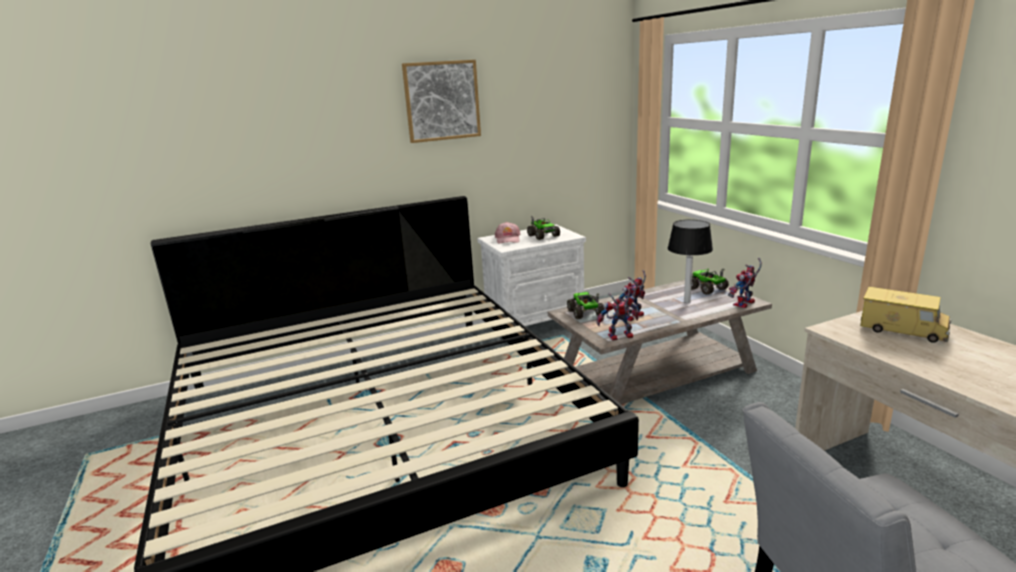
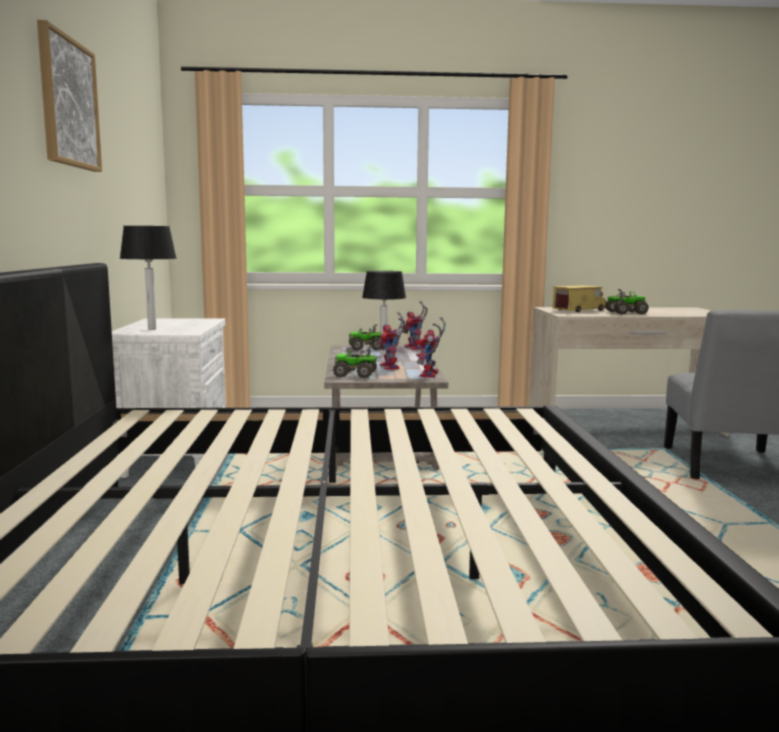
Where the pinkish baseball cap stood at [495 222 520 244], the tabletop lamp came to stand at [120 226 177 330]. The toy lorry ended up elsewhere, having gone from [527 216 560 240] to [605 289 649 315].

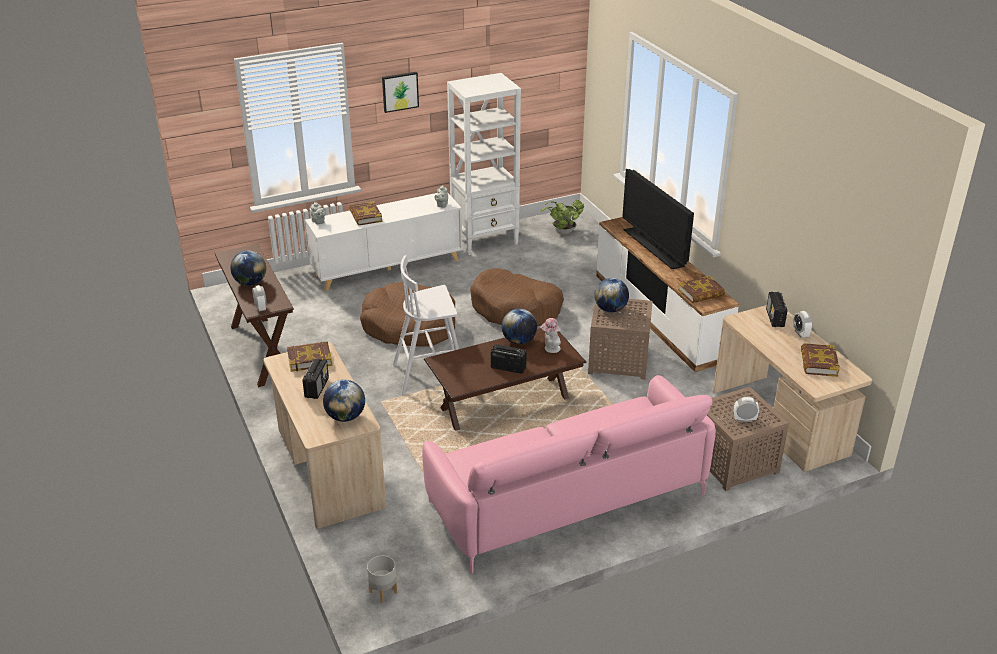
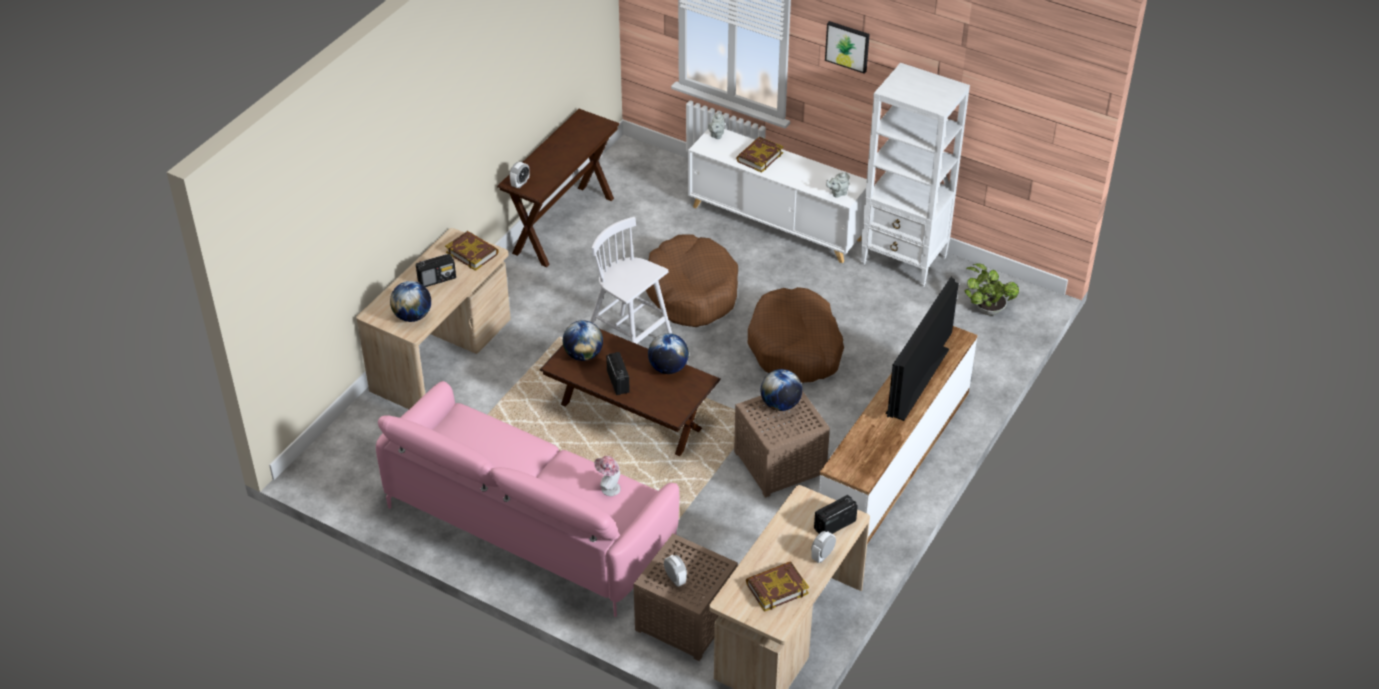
The world globe ended up elsewhere, having gone from [230 251 266 286] to [563 320 603 361]. The second view lost the gray flower pot at [367 555 397 603]. The clothing hat ended up elsewhere, having gone from [541 318 561 353] to [594 456 621 496]. The second view lost the bound book at [678 276 725 303].

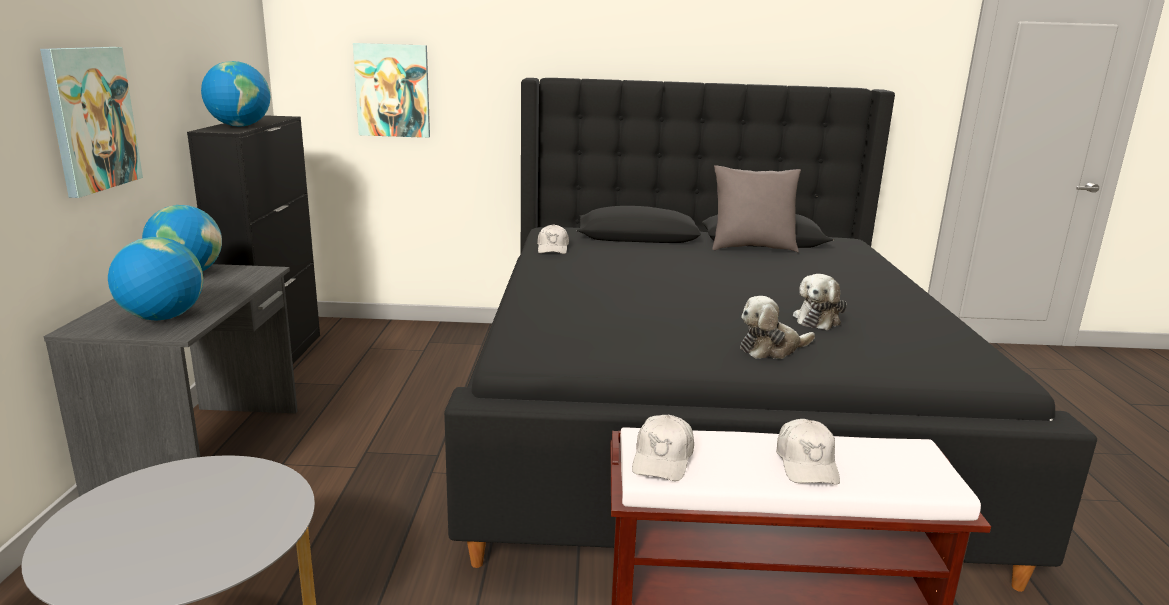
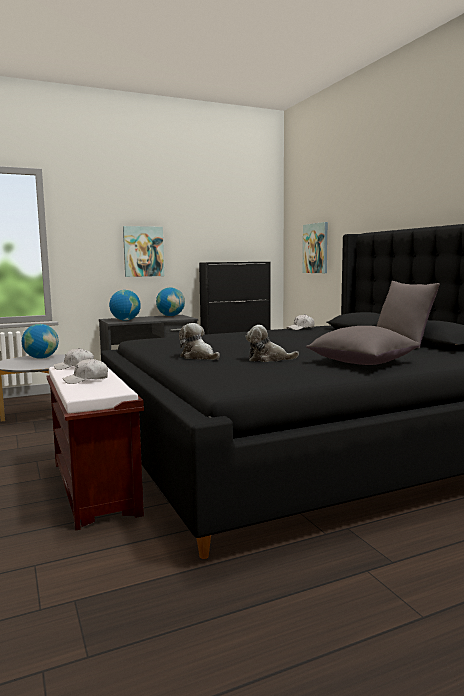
The world globe ended up elsewhere, having gone from [201 61 271 127] to [22 324 59 359]. The second view gained the gray cushion at [306 326 420 365].

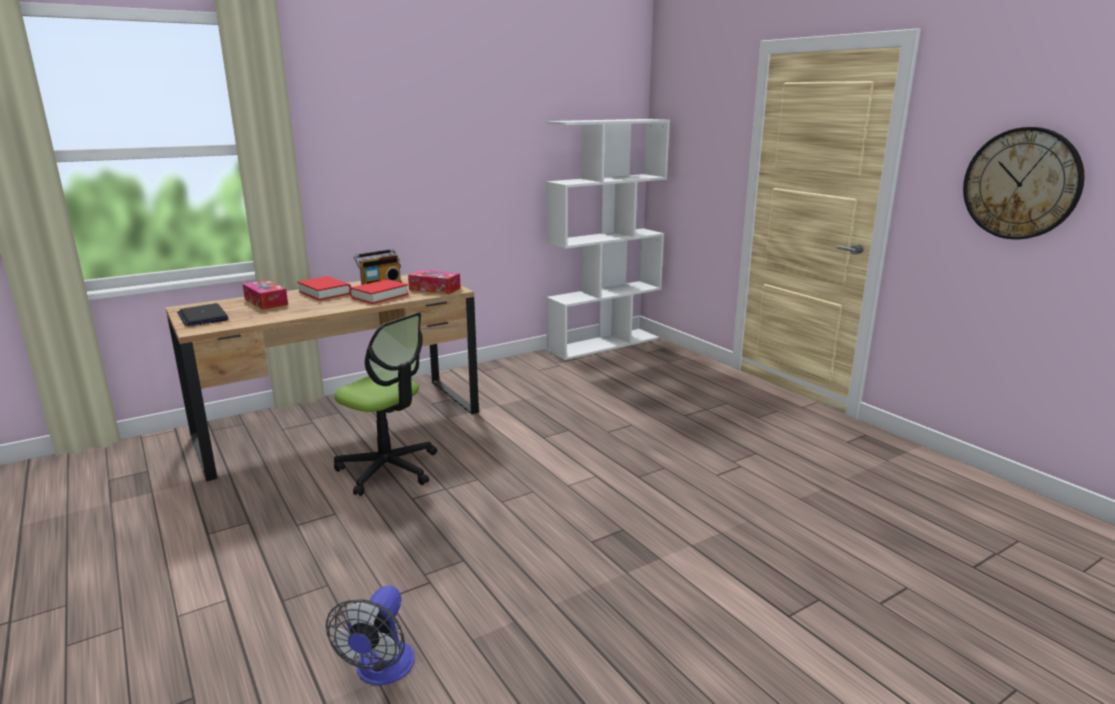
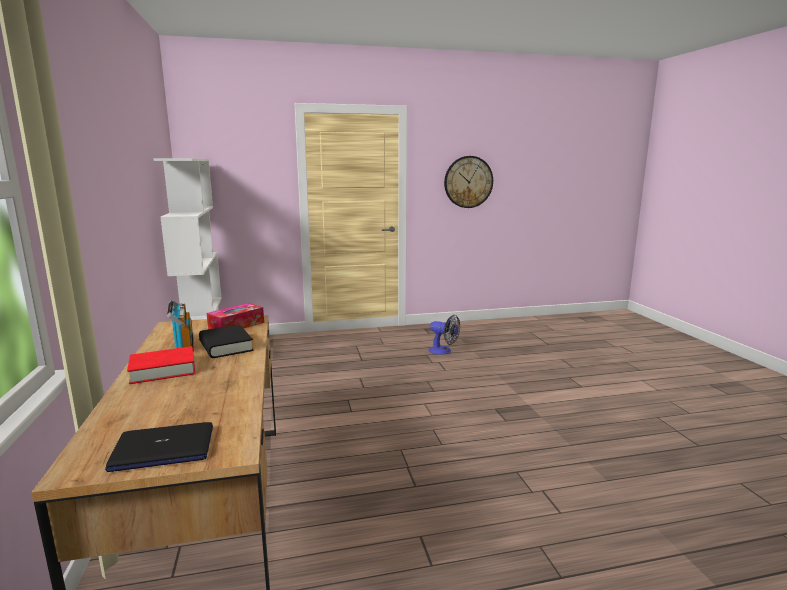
The second view lost the tissue box at [243 280 288 310]. The cooling fan ended up elsewhere, having gone from [326 585 415 685] to [429 315 460 355]. The second view lost the desk chair at [334 312 437 496]. What was the red-coloured bound book at [350 279 409 304] turned into the black bound book at [199 325 254 358].

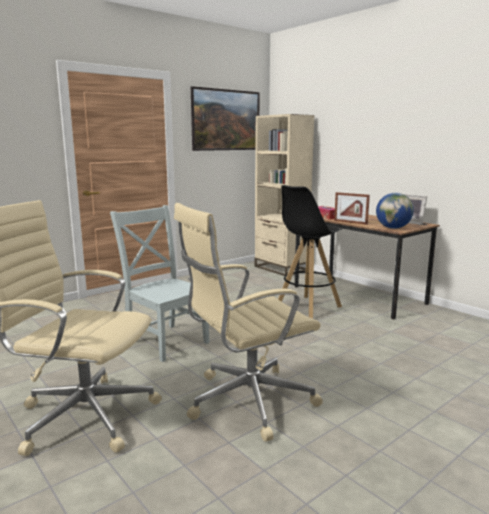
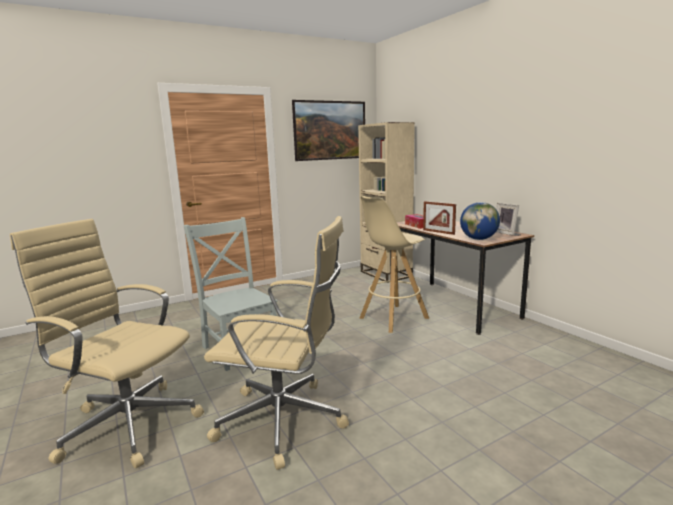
The sand-coloured desk chair at [174 203 323 442] ended up facing another way, 150 degrees counterclockwise from before. What was the black stool at [278 185 342 319] turned into the sand-coloured stool at [359 196 429 333].

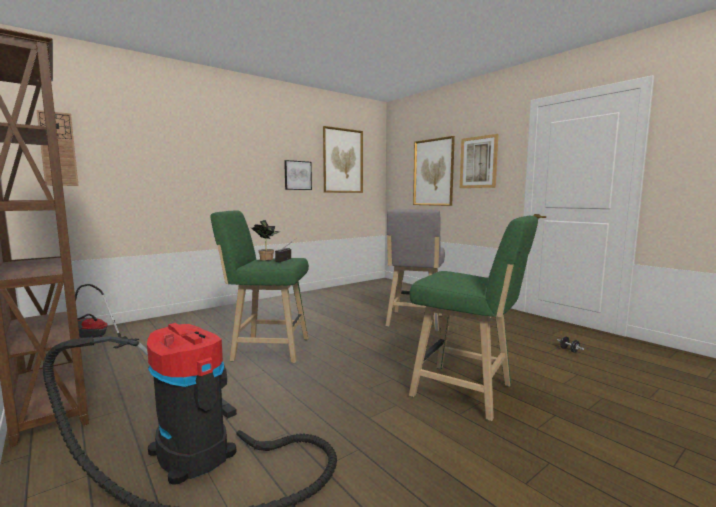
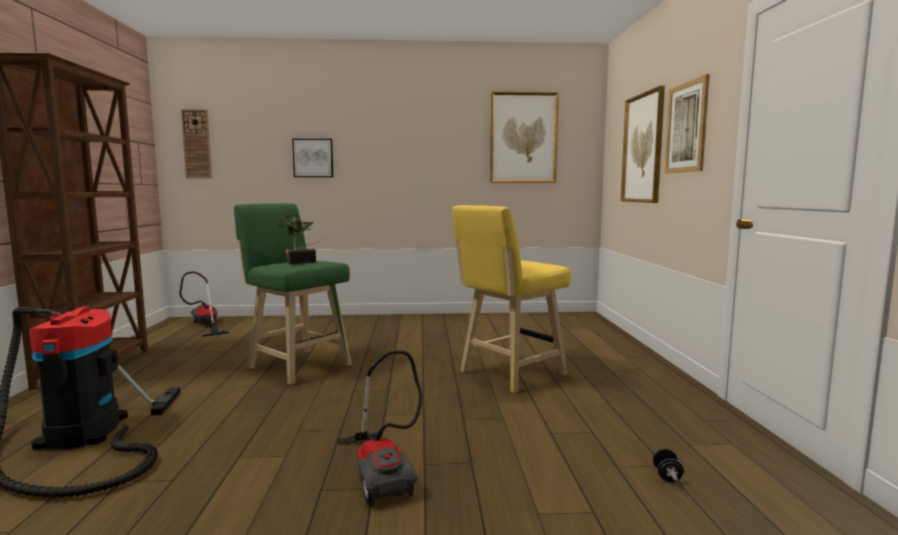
The wall picture ended up elsewhere, having gone from [284 160 312 190] to [292 139 333 177]. What was the gray stool at [385 209 445 331] turned into the yellow-coloured stool at [452 205 571 393]. Where the green stool stood at [409 216 538 421], the vacuum came to stand at [337 350 422 505].

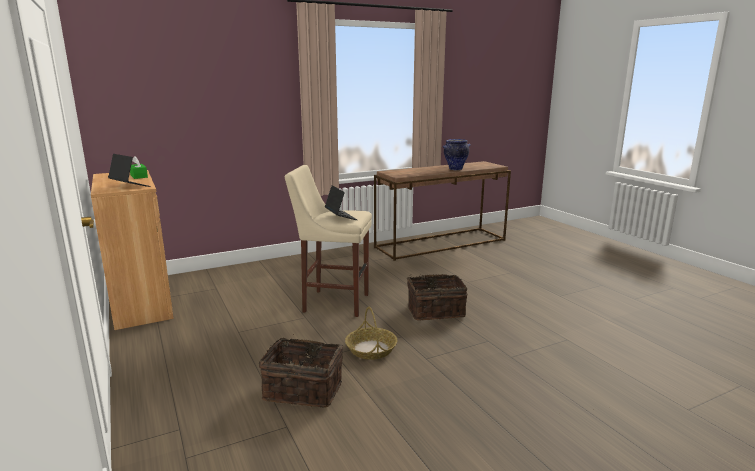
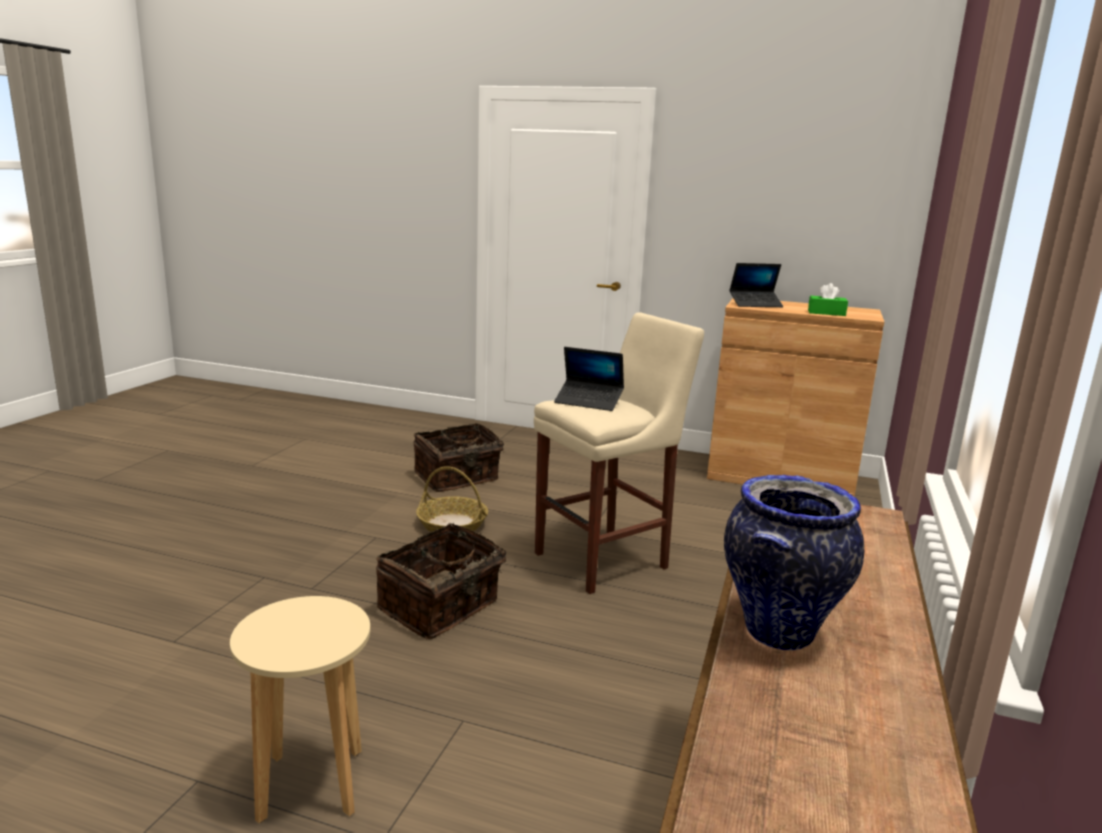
The second view gained the sand-coloured stool at [230 596 370 823].

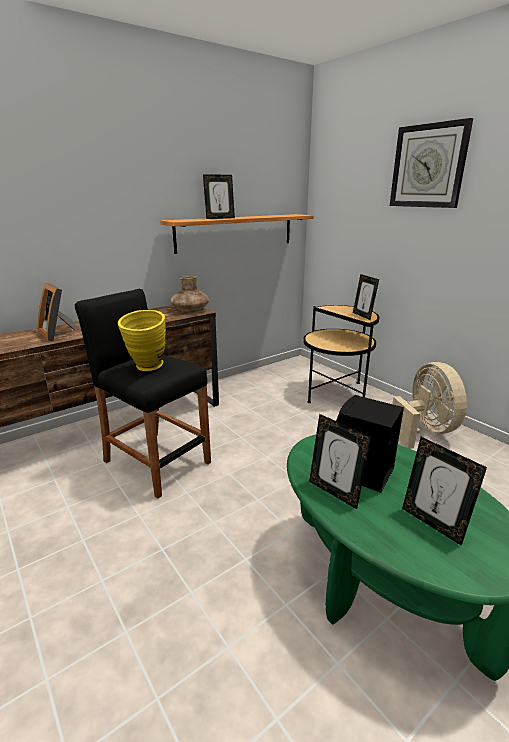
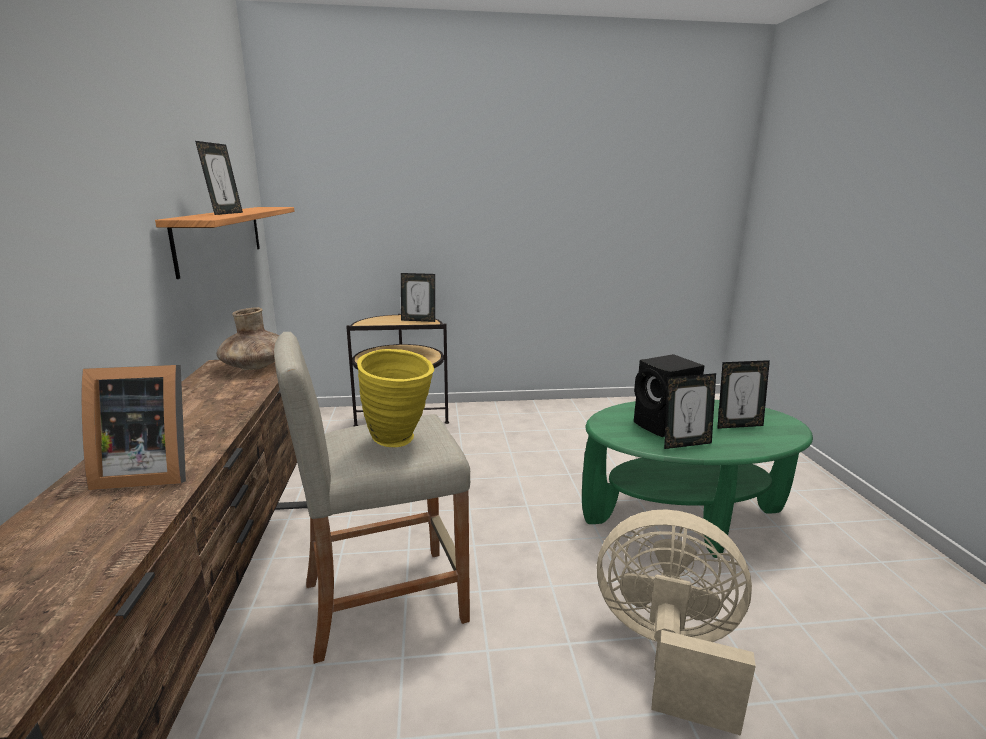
What was the black stool at [75 288 211 499] turned into the sand-coloured stool at [274 332 470 664]. The second view lost the wall clock at [390 118 473 208]. The sand-coloured cooling fan ended up elsewhere, having gone from [392 362 467 449] to [597 510 756 736].

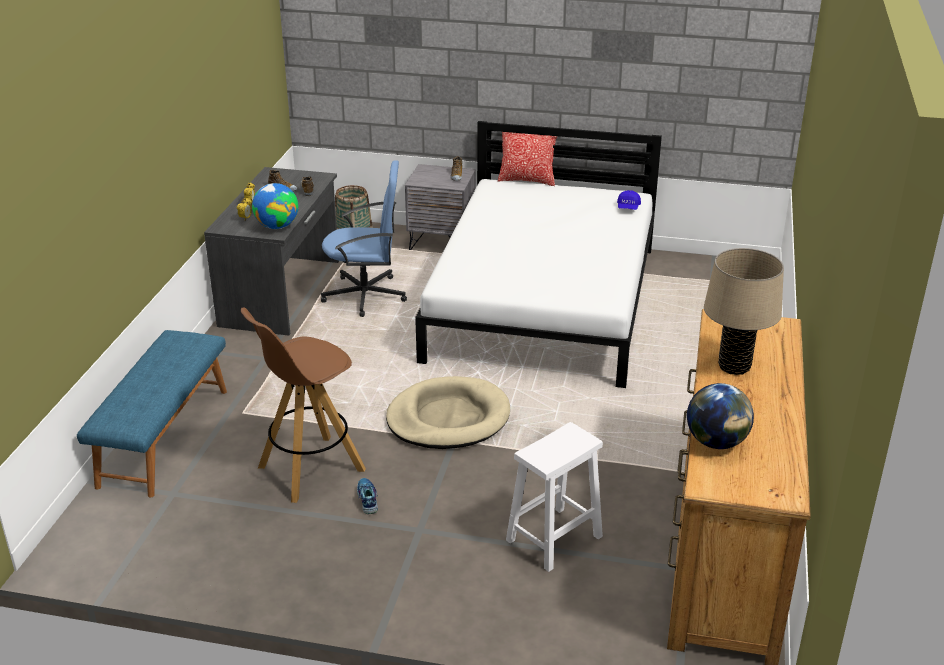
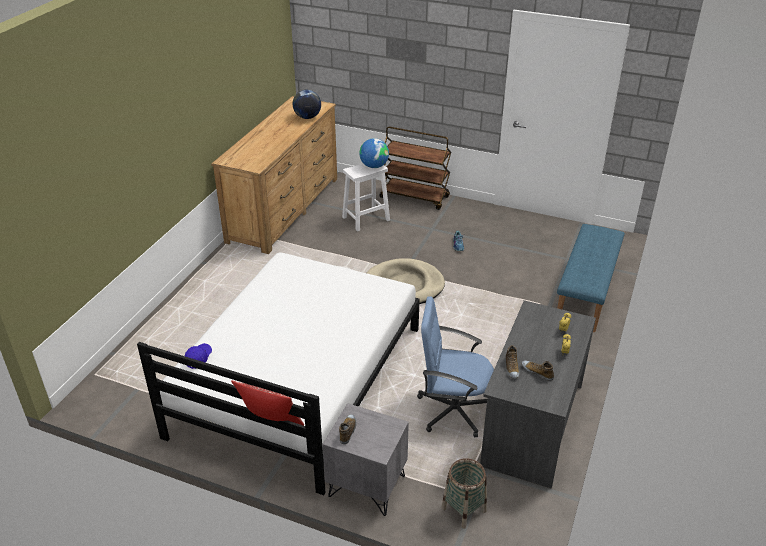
The second view lost the brown-coloured stool at [241 307 366 503]. The world globe ended up elsewhere, having gone from [252 183 298 229] to [359 138 389 168]. The second view lost the sand-coloured tabletop lamp at [704 248 784 375]. The second view gained the brown-coloured cart at [379 126 451 210].

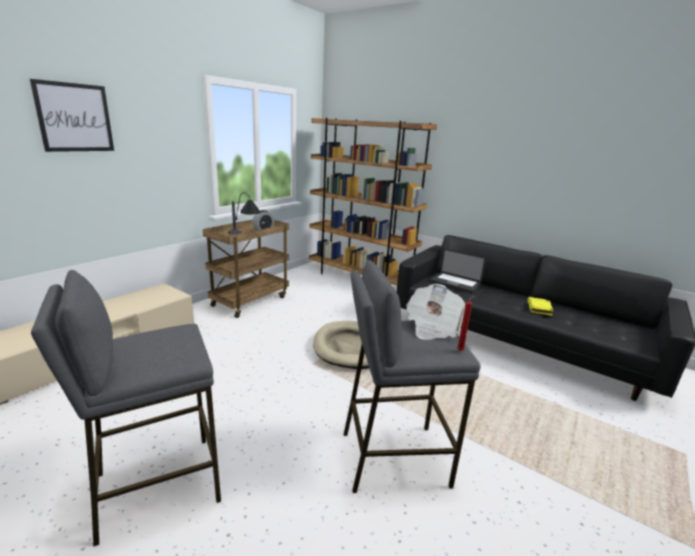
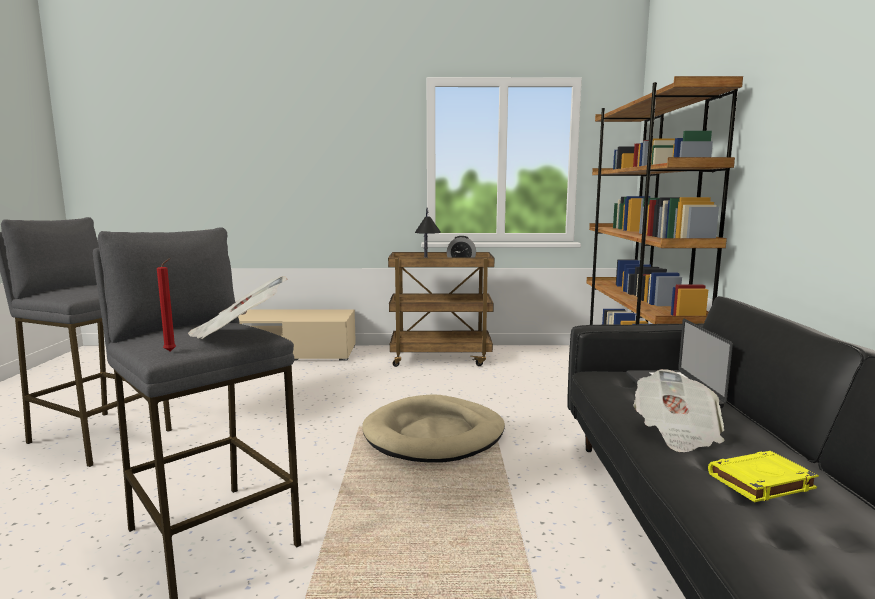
The second view lost the wall picture at [30 79 114 152]. The second view gained the newspaper at [633 369 724 452].

